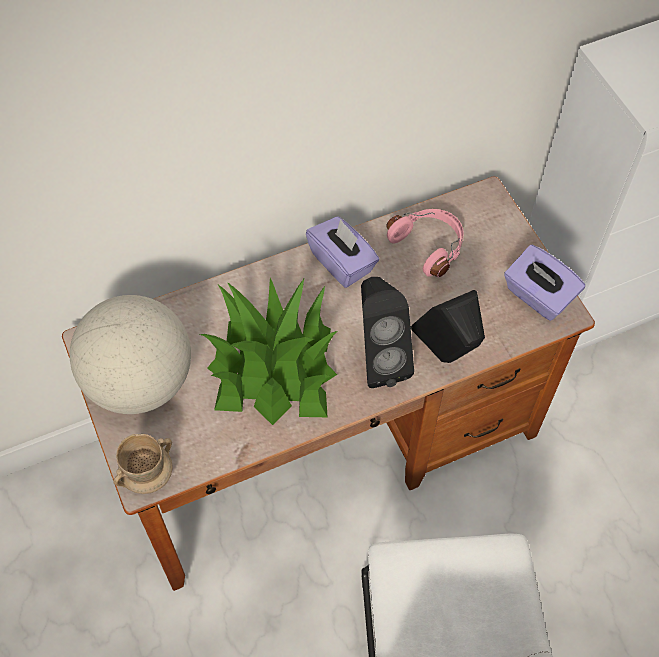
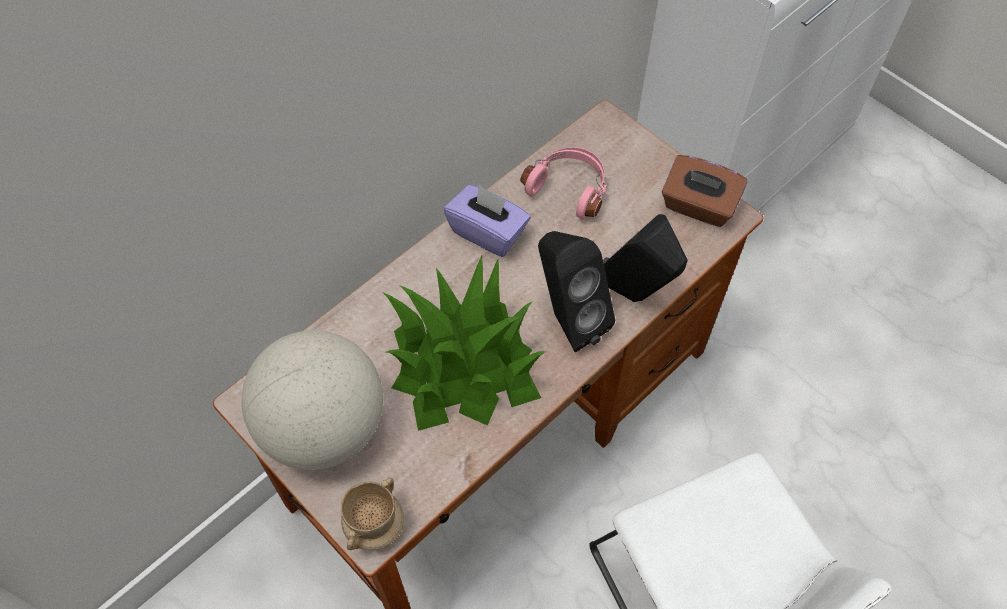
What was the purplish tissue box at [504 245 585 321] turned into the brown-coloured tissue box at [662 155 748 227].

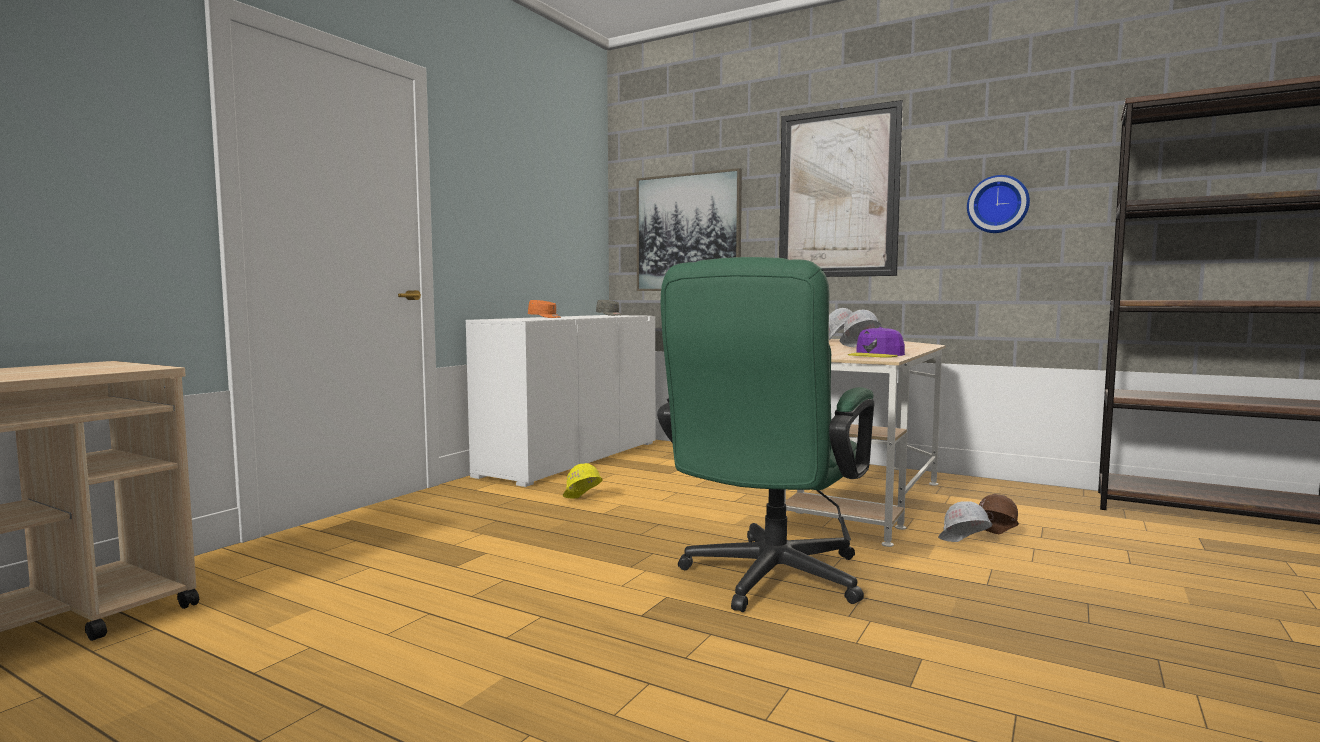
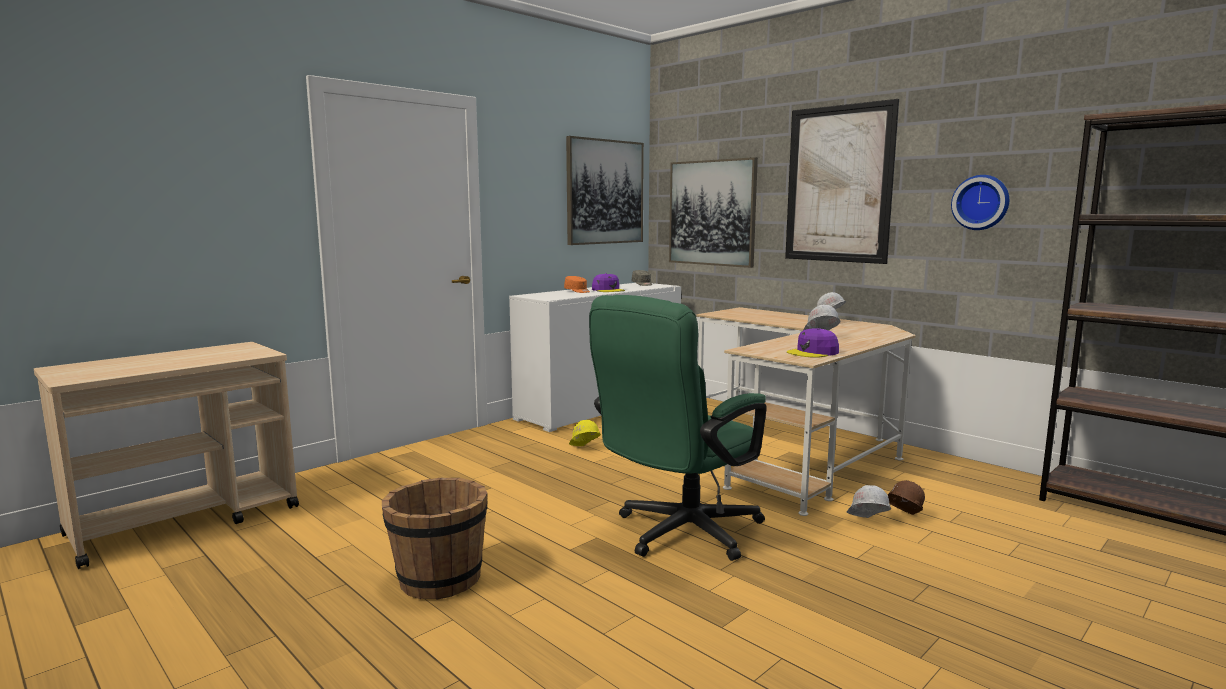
The second view gained the brown-coloured water bucket at [382 478 488 600]. The second view gained the wall picture at [566 136 644 245]. The second view gained the purplish baseball cap at [592 273 625 292].

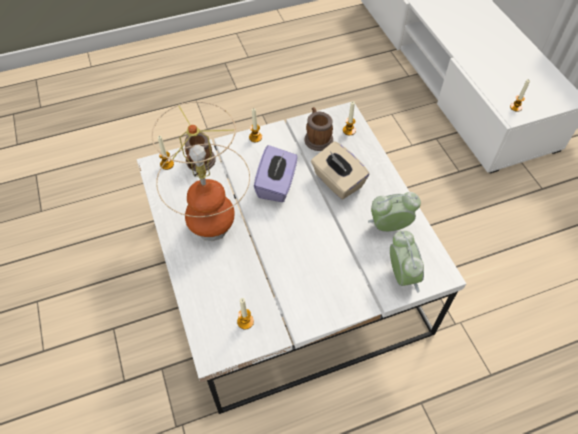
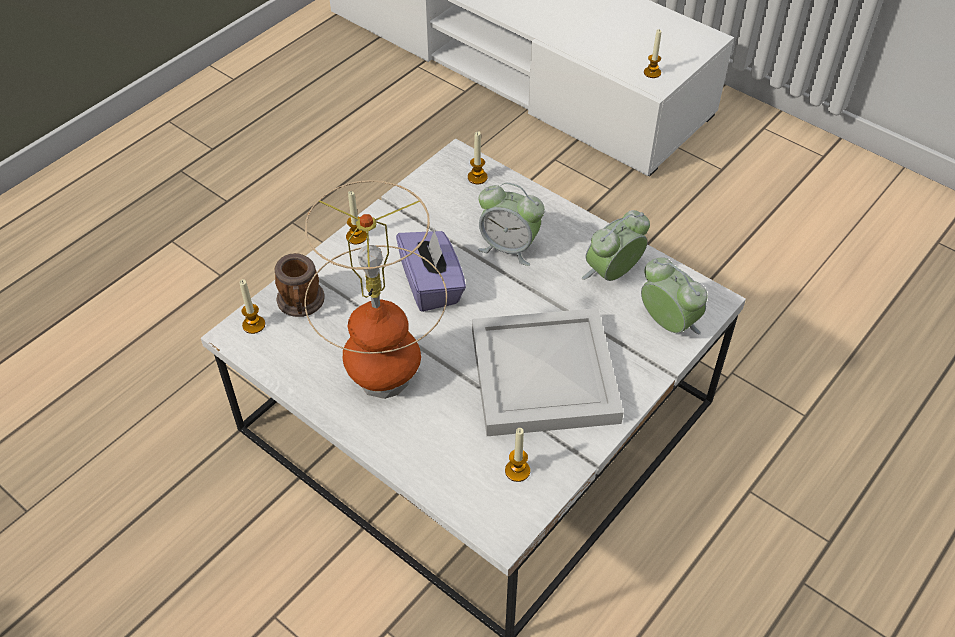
The second view lost the coffee mug at [304 107 333 151]. Where the sand-coloured tissue box stood at [311 141 369 199], the table clock came to stand at [478 183 545 266]. The second view gained the white carrying tray at [472 308 624 436].

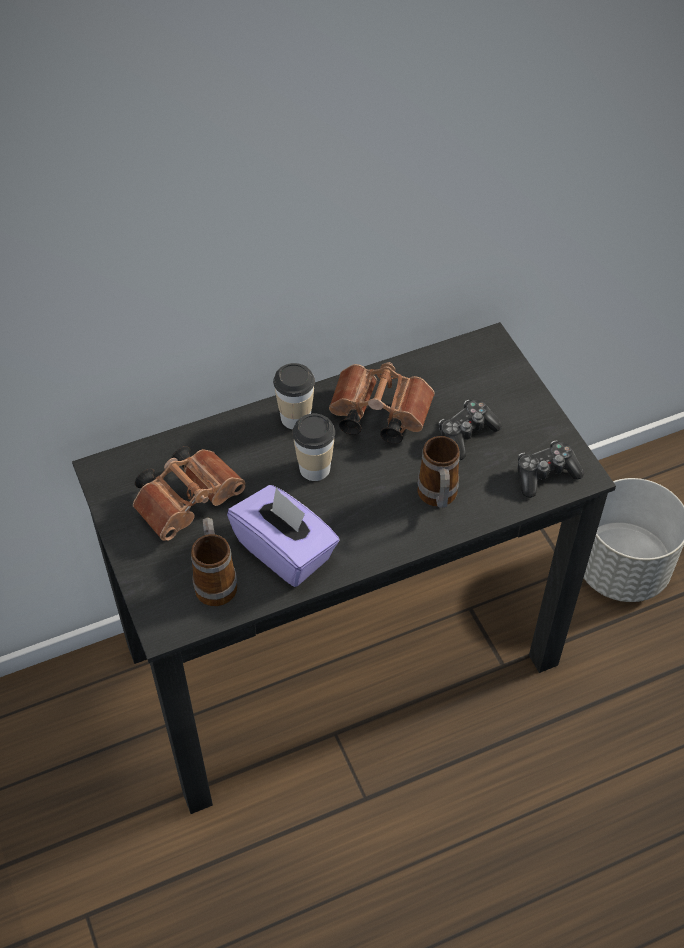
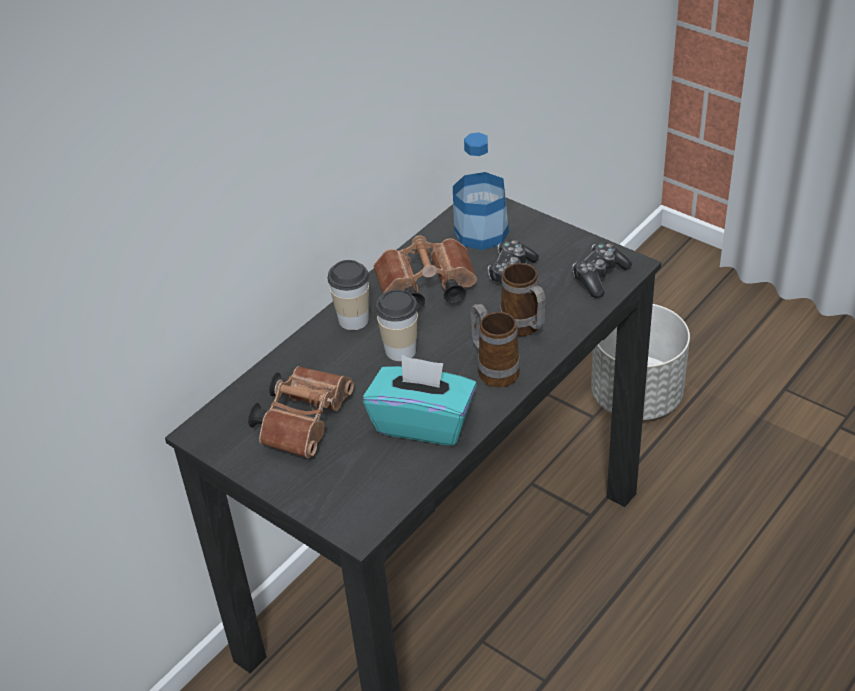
The coffee mug ended up elsewhere, having gone from [191 517 237 606] to [470 304 520 387]. What was the purplish tissue box at [227 485 340 587] turned into the blue-green tissue box at [363 355 477 446]. The second view gained the drink bottle at [453 132 509 250].

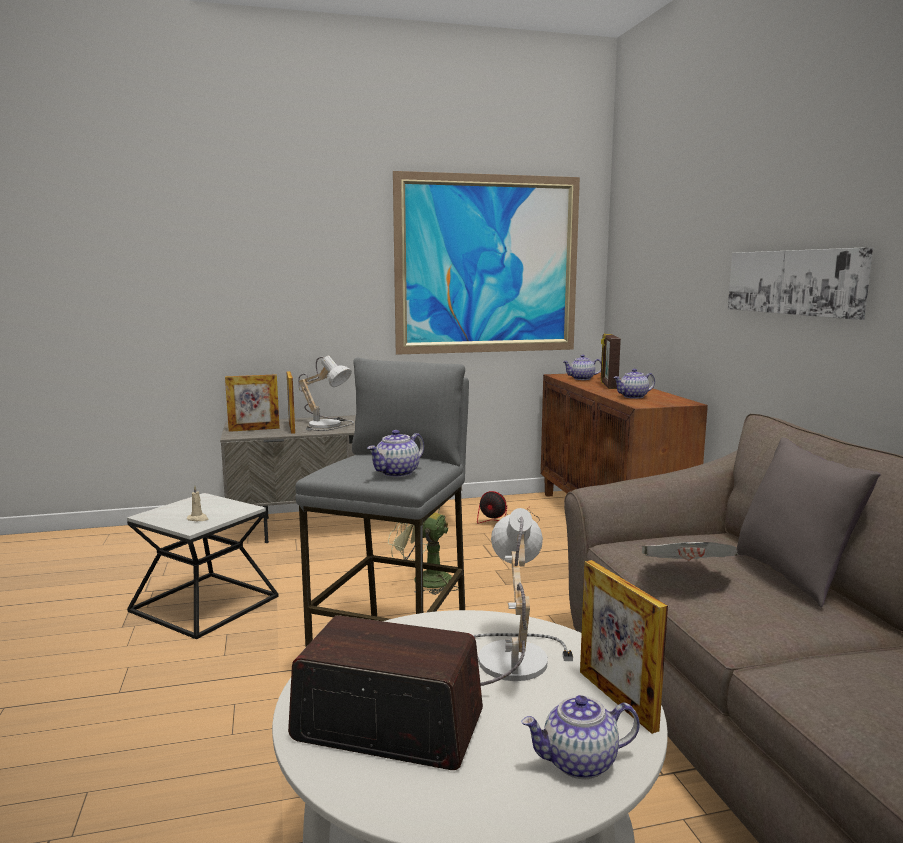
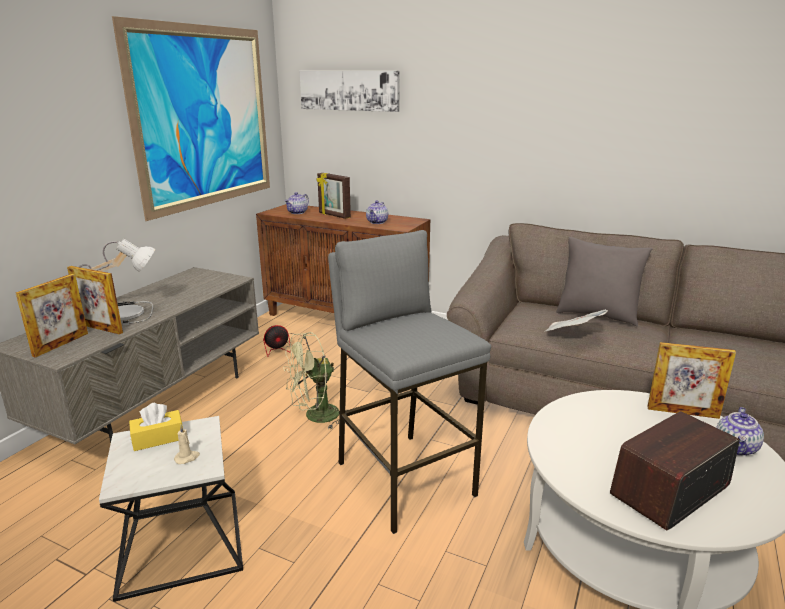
The second view lost the pot for tea at [367 430 424 477]. The second view lost the tabletop lamp at [473 508 573 686]. The wall picture ended up elsewhere, having gone from [728 247 873 320] to [299 71 400 112]. The second view gained the yellow-coloured tissue box at [129 403 183 451].

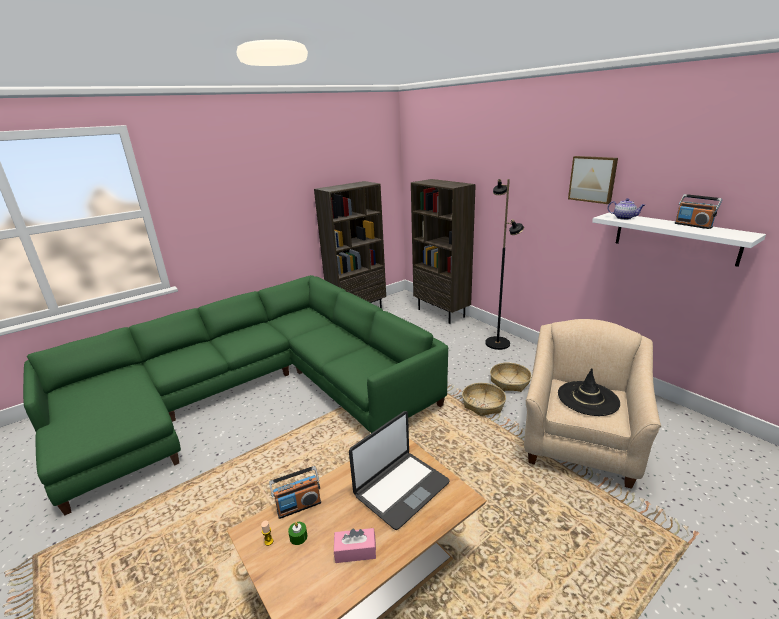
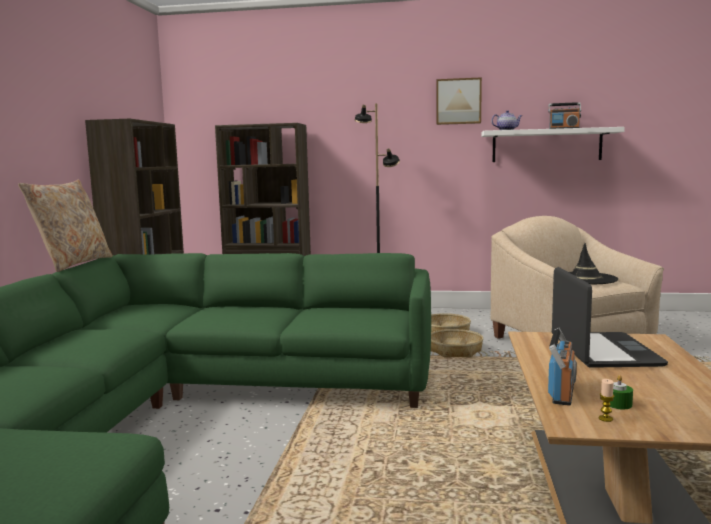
The second view lost the pinkish tissue box at [334 528 376 563]. The second view gained the sand-coloured cushion at [18 180 113 272].

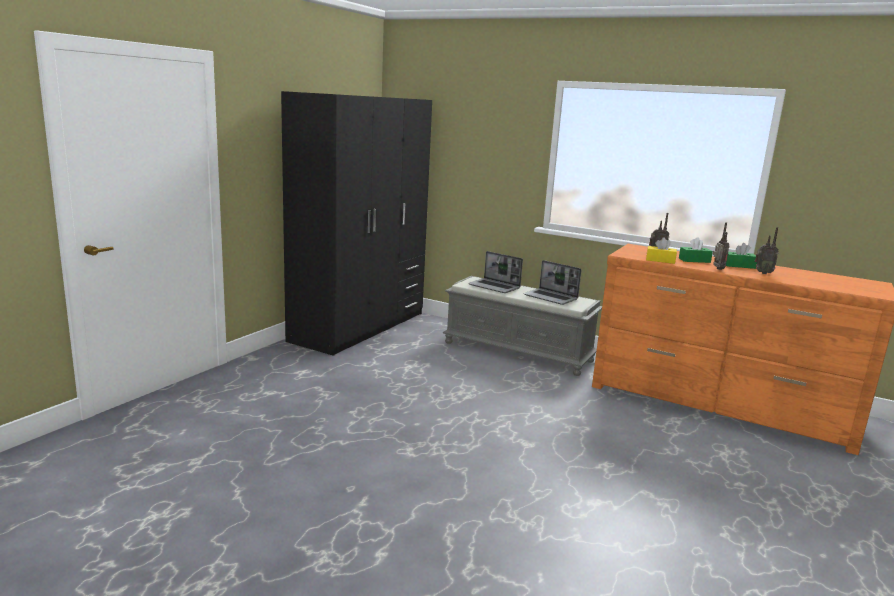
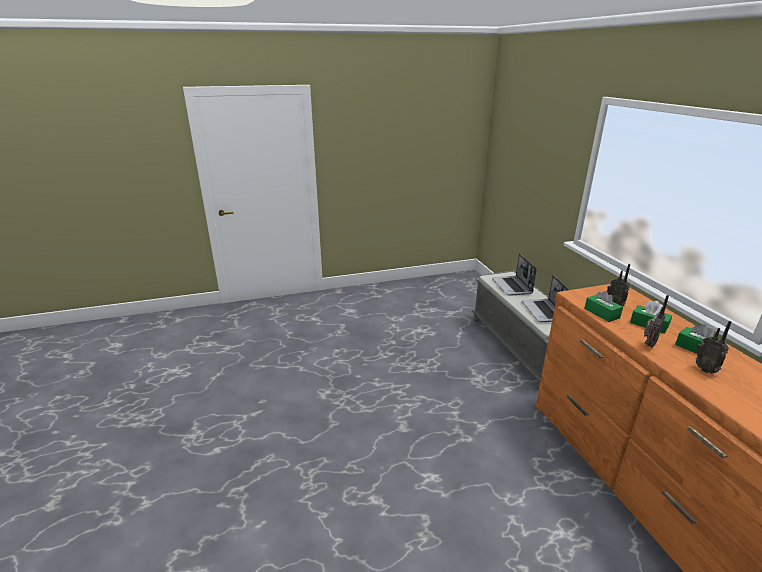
The second view lost the black wardrobe at [281 91 432 356]. What was the yellow-coloured tissue box at [646 238 677 264] turned into the green tissue box at [584 291 623 322].

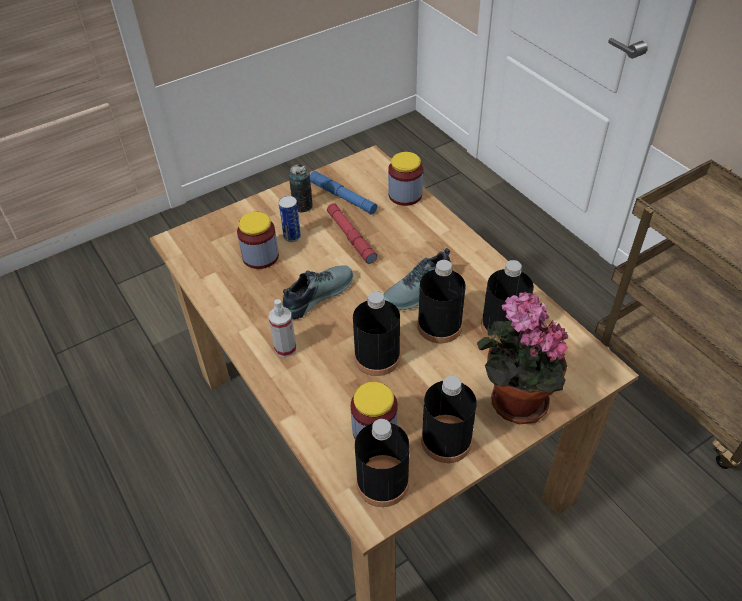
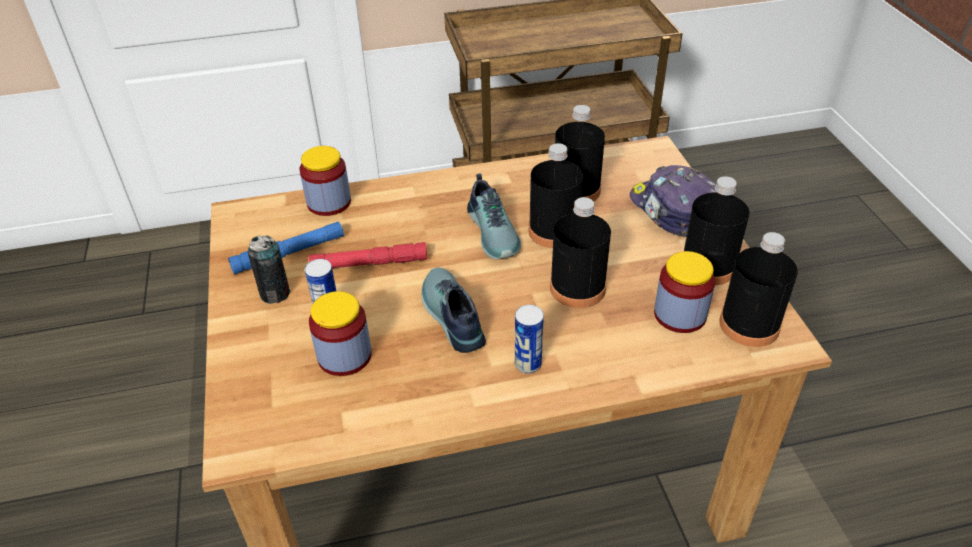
Where the spray bottle stood at [269 299 297 357], the metal can came to stand at [515 305 544 374]. Where the houseplant stood at [477 292 568 424], the baseball cap came to stand at [630 165 716 237].

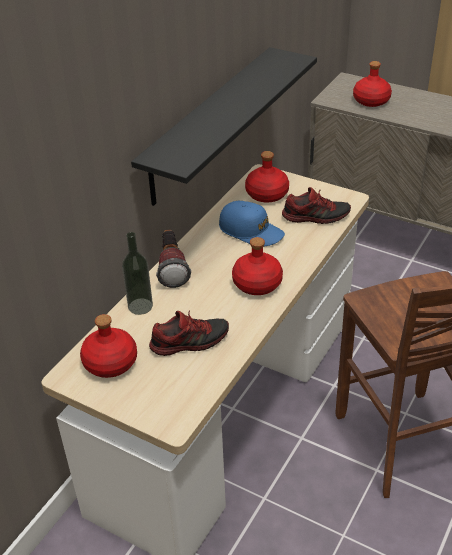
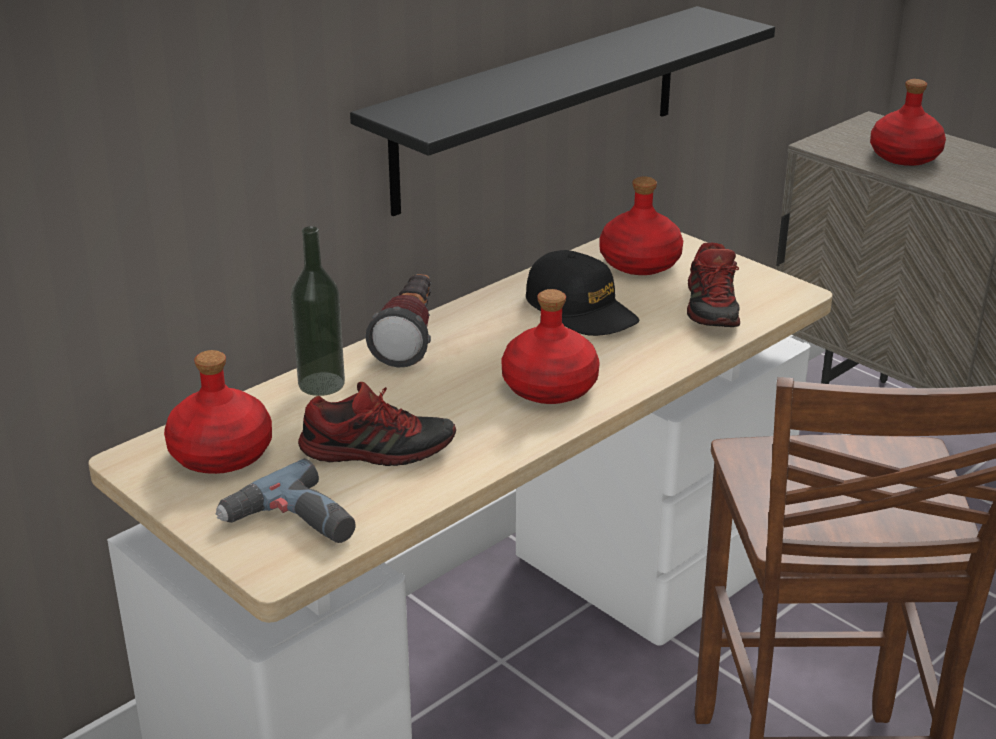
What was the blue baseball cap at [219 201 285 247] turned into the black baseball cap at [526 250 639 336]. The item of footwear at [282 187 351 224] ended up facing another way, 75 degrees clockwise from before. The second view gained the drill at [215 458 356 543].

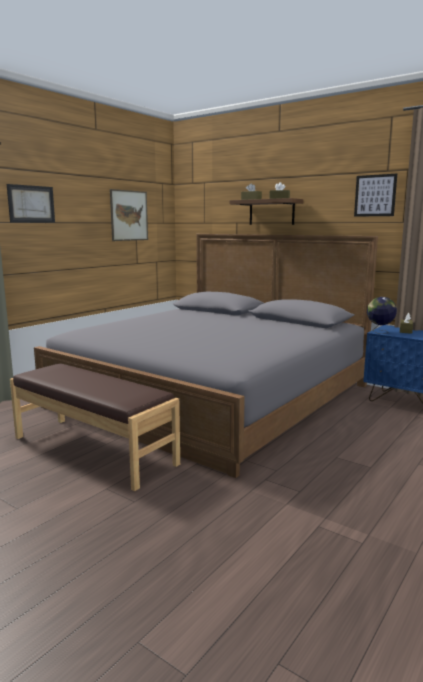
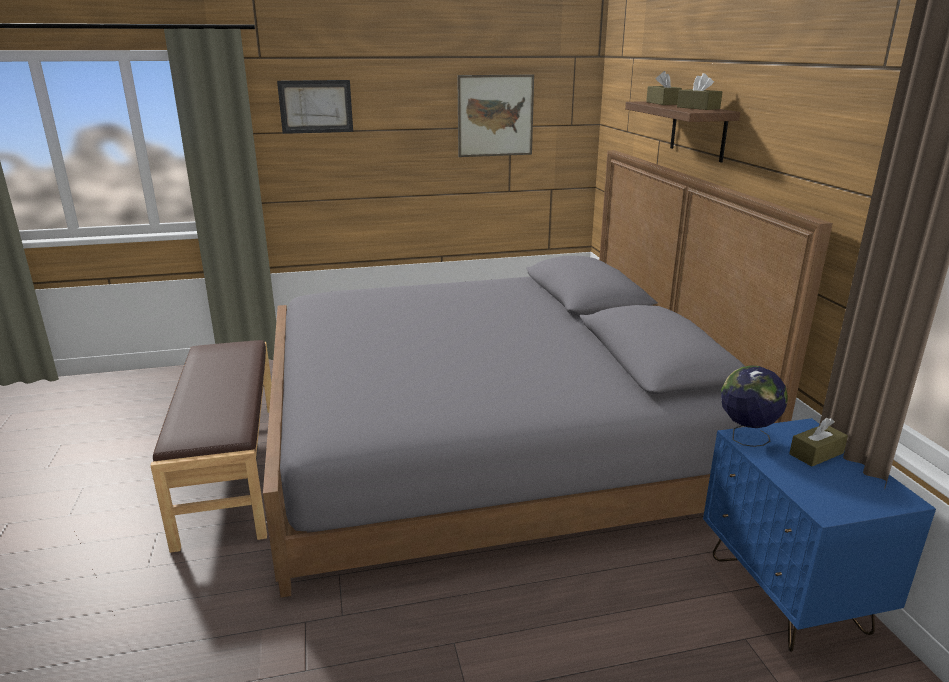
The second view lost the wall picture at [354 174 397 217].

